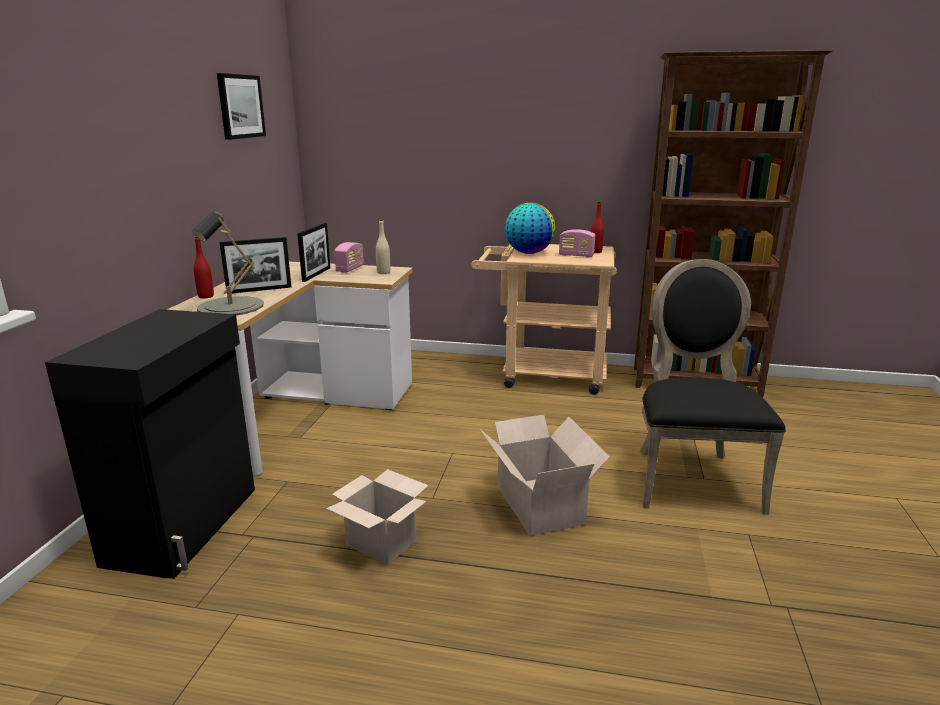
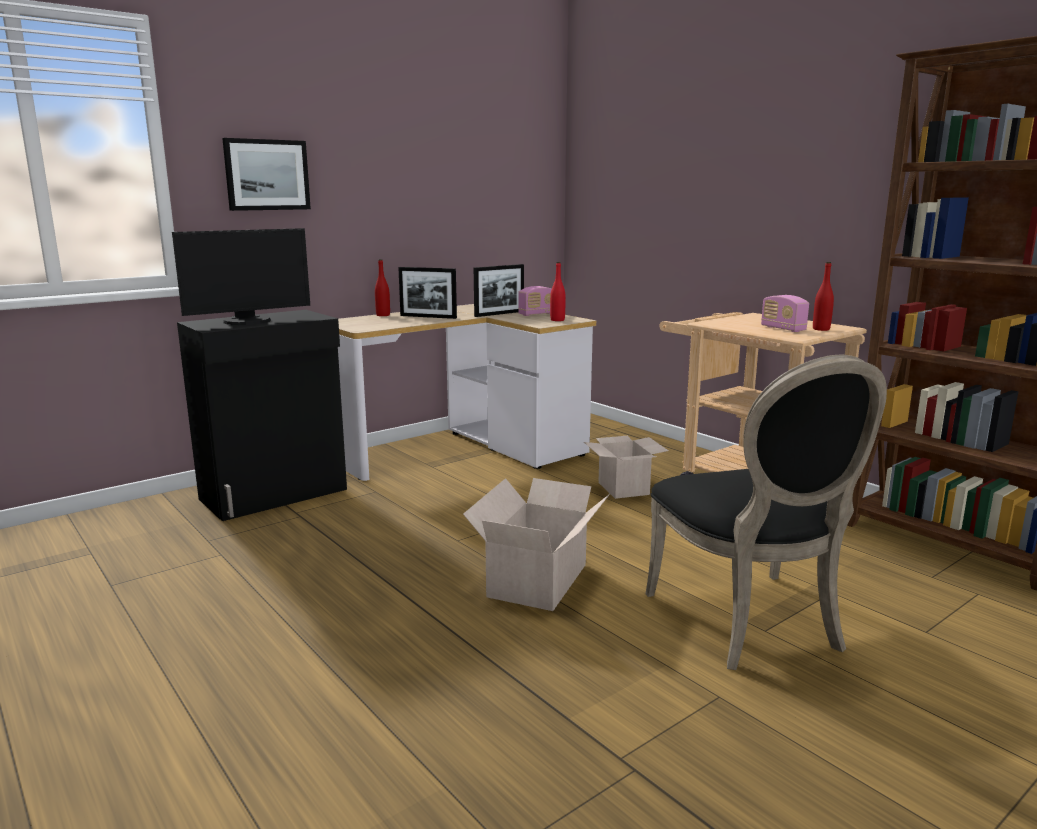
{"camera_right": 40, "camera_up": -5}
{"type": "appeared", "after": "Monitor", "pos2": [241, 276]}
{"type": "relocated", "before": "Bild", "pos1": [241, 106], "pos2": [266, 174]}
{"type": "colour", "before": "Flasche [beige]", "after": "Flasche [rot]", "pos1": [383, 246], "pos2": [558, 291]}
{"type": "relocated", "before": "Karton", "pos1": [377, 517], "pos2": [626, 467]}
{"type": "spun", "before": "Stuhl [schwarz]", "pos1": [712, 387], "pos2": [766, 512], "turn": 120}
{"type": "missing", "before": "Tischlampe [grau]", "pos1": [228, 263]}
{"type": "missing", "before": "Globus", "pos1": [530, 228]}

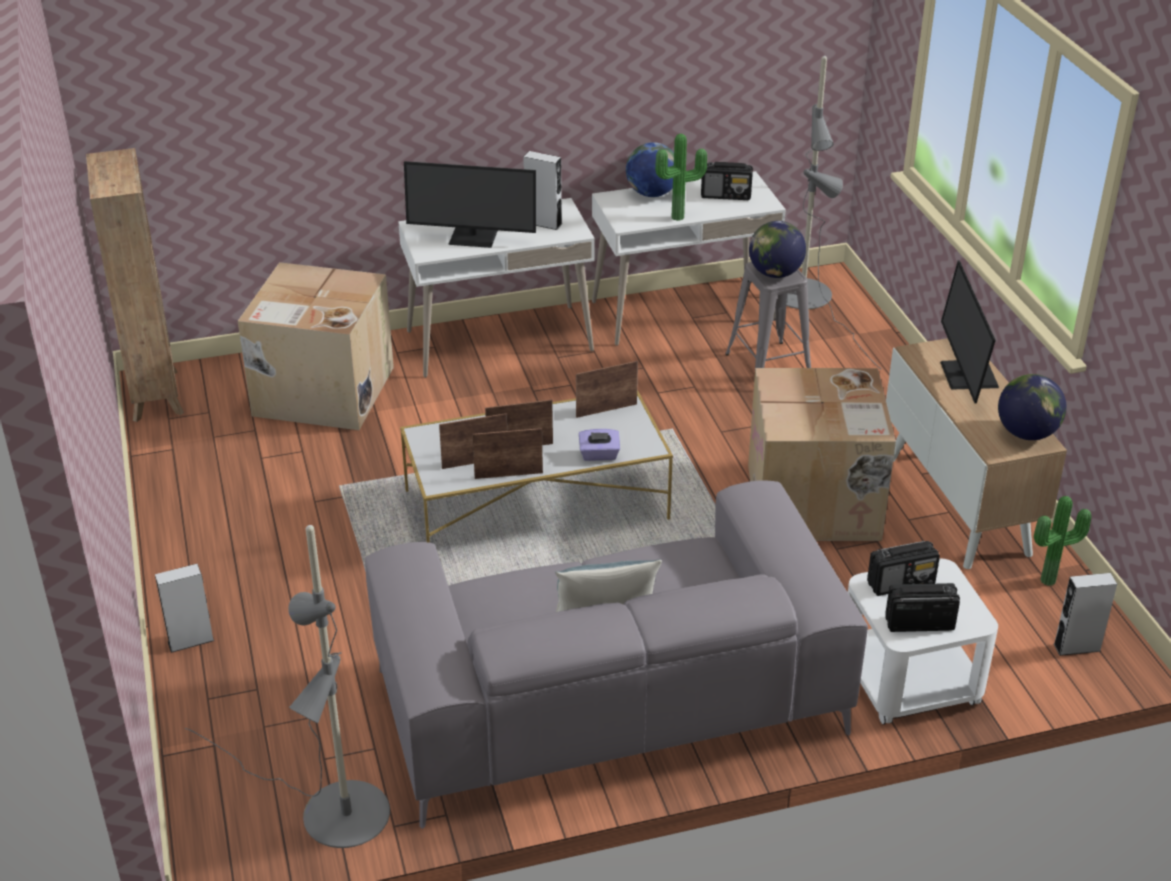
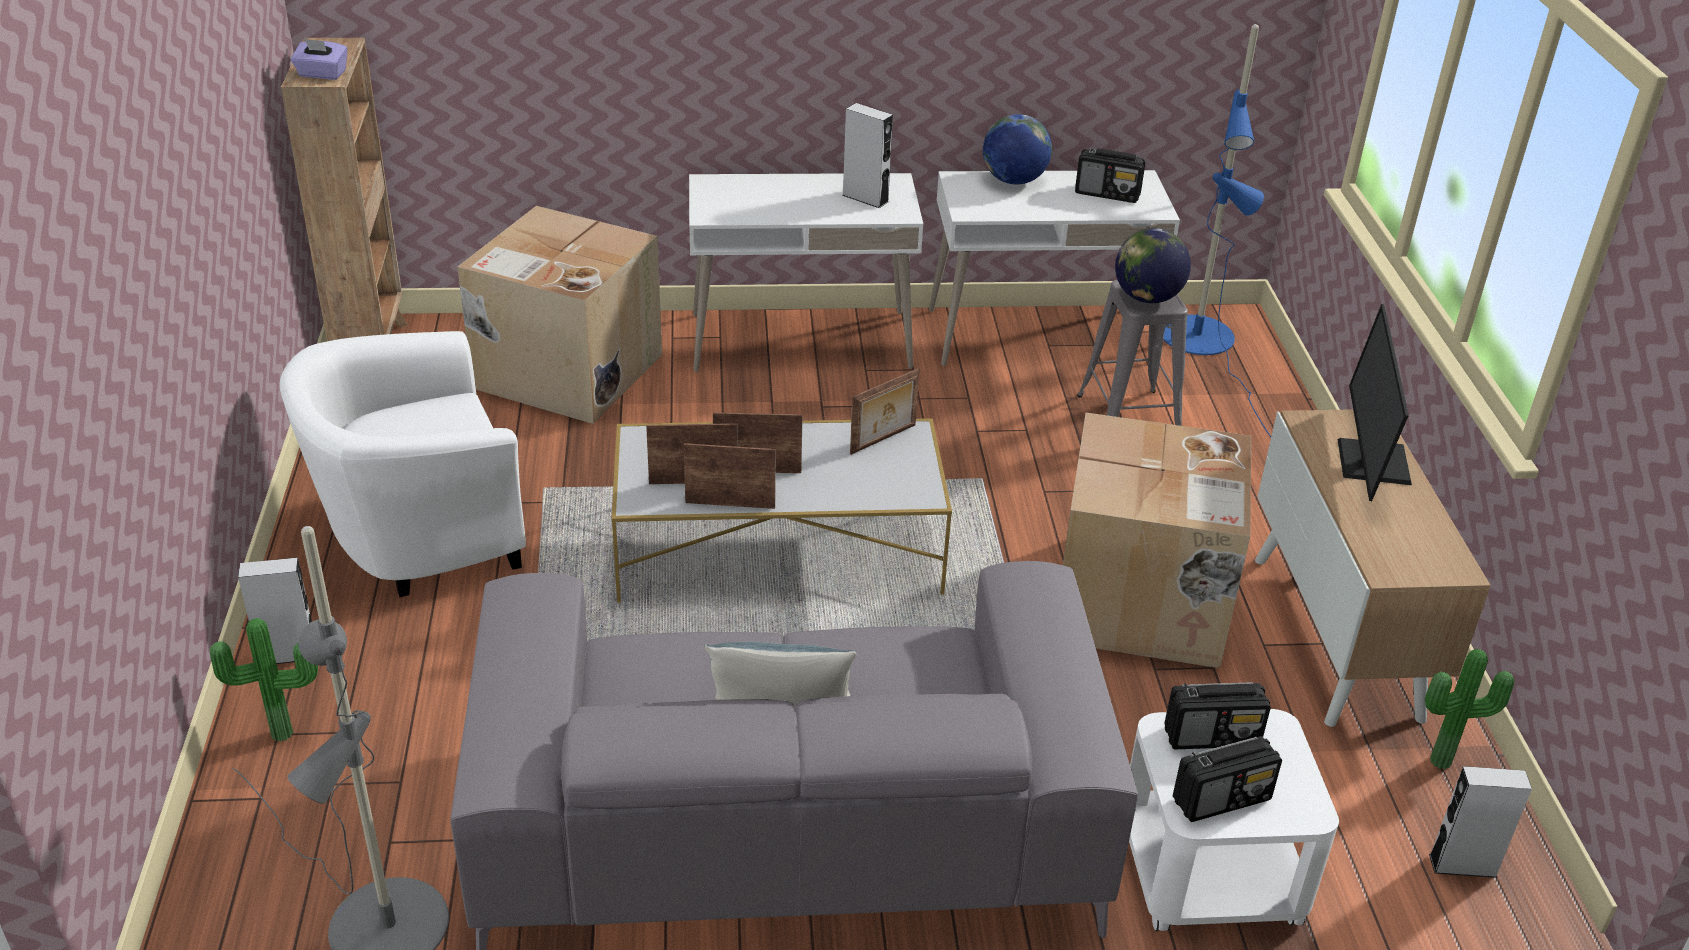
{"camera_right": 10, "camera_up": 0}
{"type": "relocated", "before": "Topfpflanze", "pos1": [681, 177], "pos2": [264, 680]}
{"type": "appeared", "after": "Sessel [weiß]", "pos2": [403, 464]}
{"type": "relocated", "before": "Taschentuchbox [lila]", "pos1": [599, 445], "pos2": [319, 59]}
{"type": "spun", "before": "Bilderrahmen", "pos1": [607, 389], "pos2": [884, 411], "turn": 150}
{"type": "colour", "before": "Stehlampe [grau]", "after": "Stehlampe [blau]", "pos1": [834, 213], "pos2": [1217, 230]}
{"type": "spun", "before": "Radio", "pos1": [922, 607], "pos2": [1227, 779], "turn": 150}
{"type": "missing", "before": "Monitor", "pos1": [470, 204]}
{"type": "missing", "before": "Globus", "pos1": [1032, 407]}

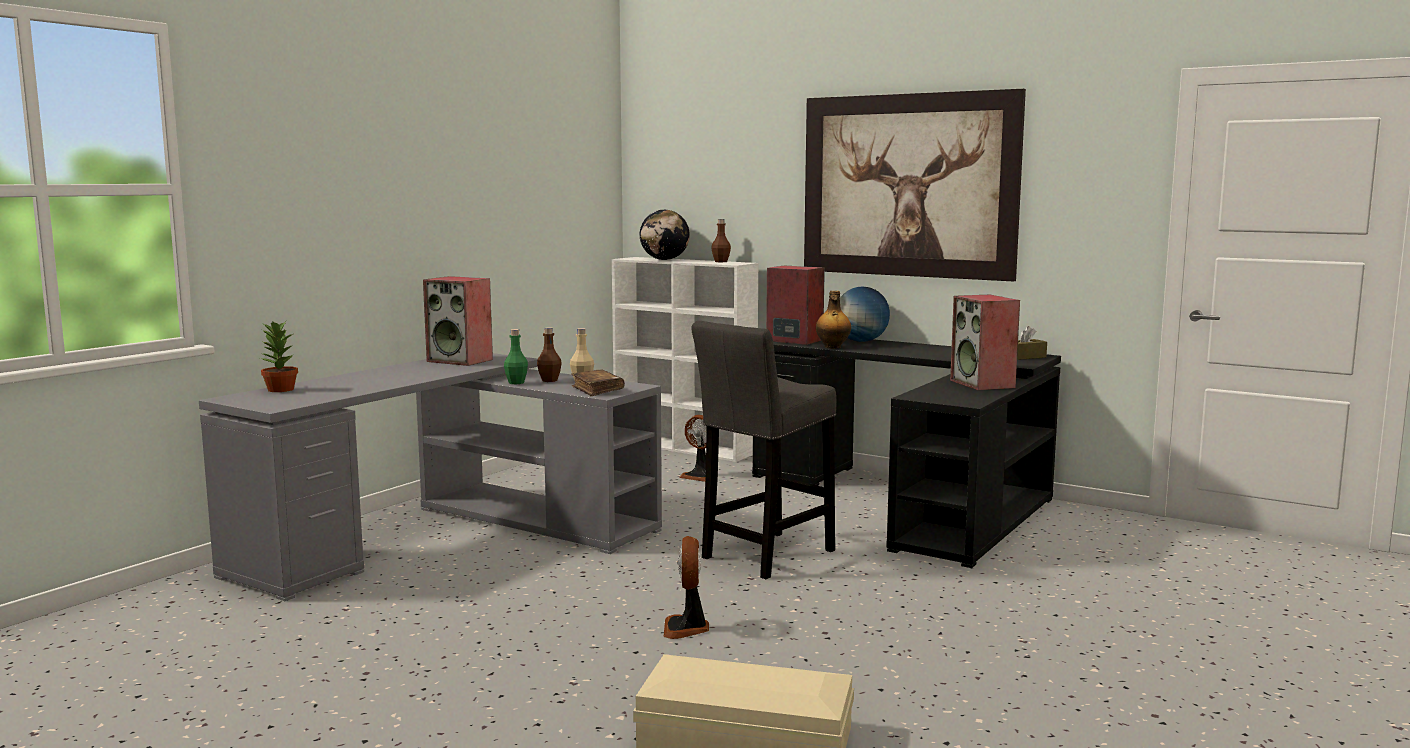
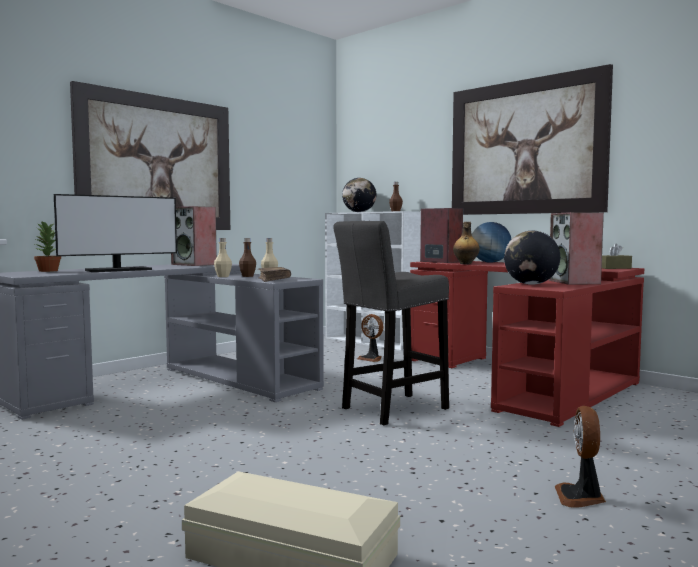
{"camera_right": 10, "camera_up": -5}
{"type": "appeared", "after": "Monitor", "pos2": [115, 233]}
{"type": "appeared", "after": "Bild", "pos2": [150, 155]}
{"type": "colour", "before": "Flasche [grün]", "after": "Flasche [beige]", "pos1": [516, 356], "pos2": [223, 257]}
{"type": "colour", "before": "Schreibtisch [schwarz]", "after": "Schreibtisch [rot]", "pos1": [906, 453], "pos2": [527, 344]}
{"type": "appeared", "after": "Globus", "pos2": [532, 258]}
{"type": "relocated", "before": "Ventilator", "pos1": [686, 587], "pos2": [580, 457]}

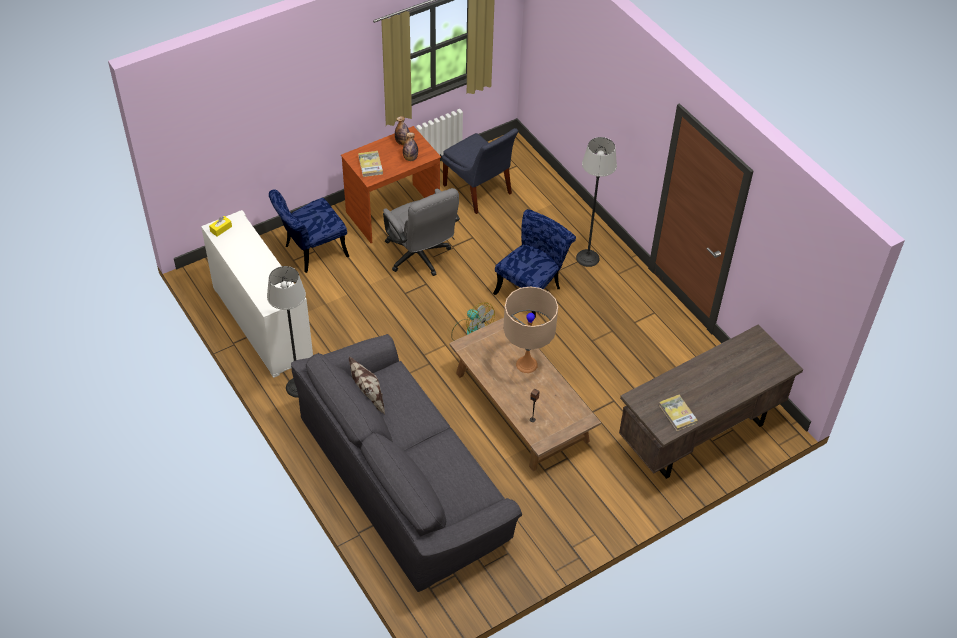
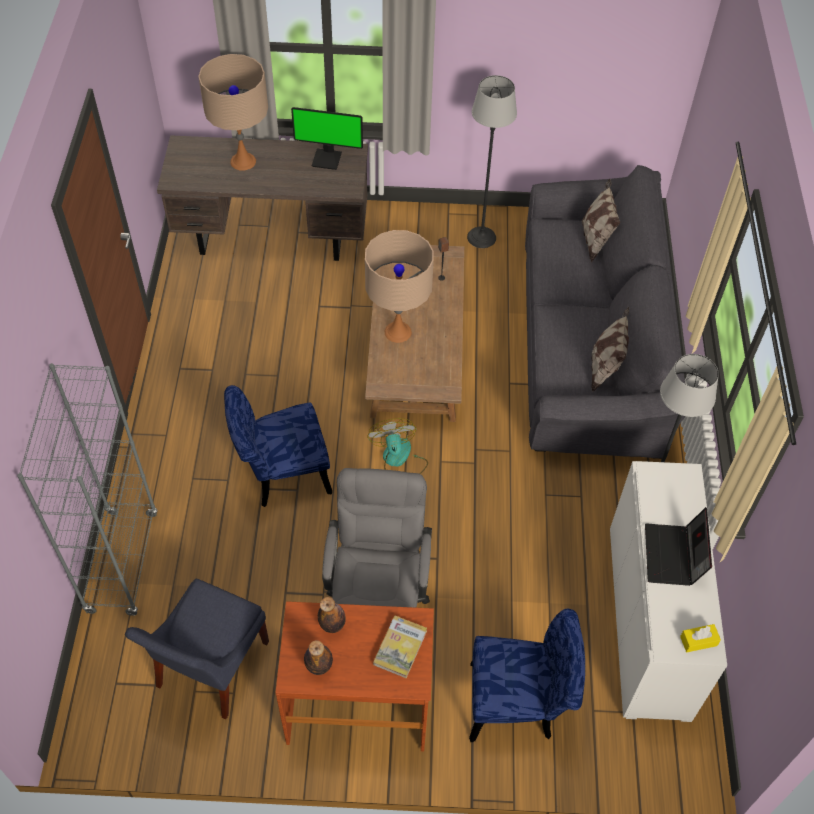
{"camera_right": -145, "camera_up": 5}
{"type": "appeared", "after": "Bücherregal [grau]", "pos2": [87, 489]}
{"type": "spun", "before": "Stuhl [blau]", "pos1": [480, 171], "pos2": [197, 649], "turn": -150}
{"type": "appeared", "after": "Tischlampe [beige]", "pos2": [233, 112]}
{"type": "exchanged", "before": "Buch", "after": "Monitor", "pos1": [678, 413], "pos2": [327, 138]}
{"type": "relocated", "before": "Stehlampe", "pos1": [596, 202], "pos2": [492, 161]}
{"type": "appeared", "after": "Kissen", "pos2": [601, 220]}
{"type": "appeared", "after": "Laptop", "pos2": [678, 546]}

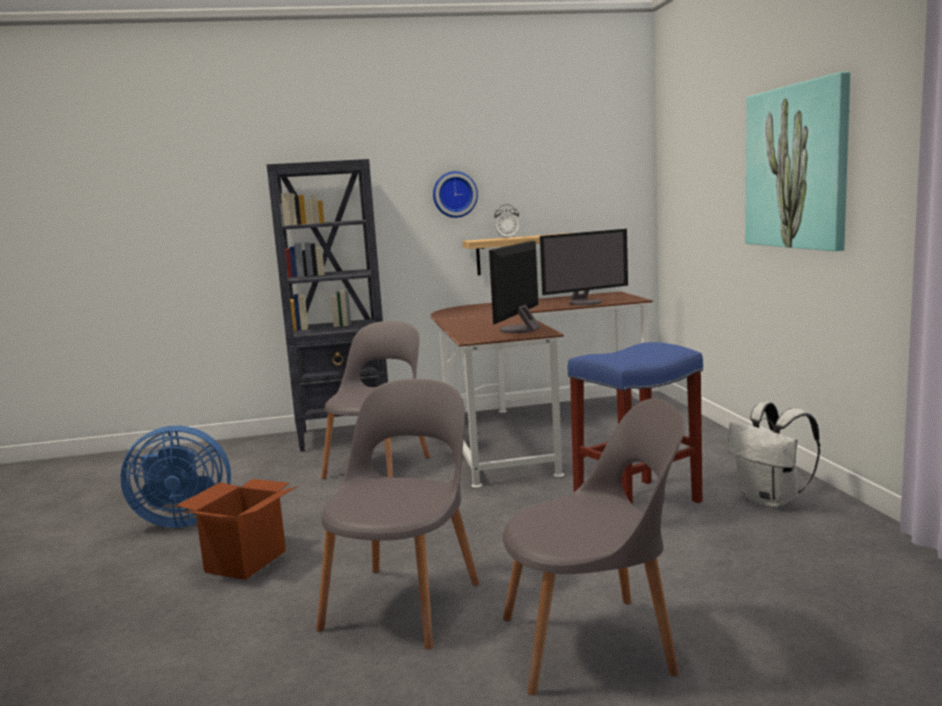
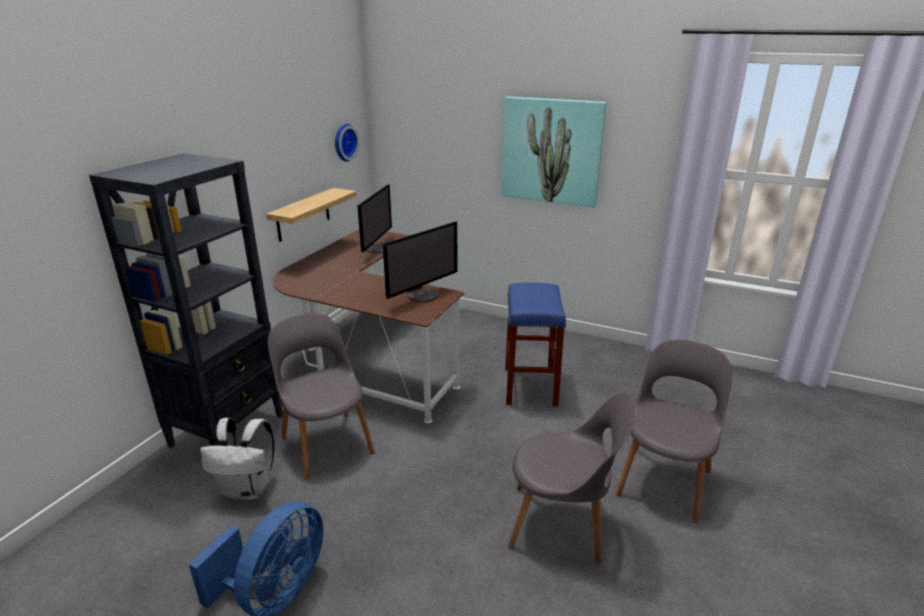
{"camera_right": -55, "camera_up": 15}
{"type": "relocated", "before": "Rucksack [weiß]", "pos1": [773, 455], "pos2": [237, 459]}
{"type": "relocated", "before": "Wanduhr", "pos1": [455, 194], "pos2": [347, 143]}
{"type": "spun", "before": "Monitor", "pos1": [514, 287], "pos2": [420, 262], "turn": -105}
{"type": "spun", "before": "Stuhl [grau]", "pos1": [397, 514], "pos2": [571, 477], "turn": 135}
{"type": "missing", "before": "Karton", "pos1": [236, 529]}
{"type": "missing", "before": "Wecker", "pos1": [506, 221]}

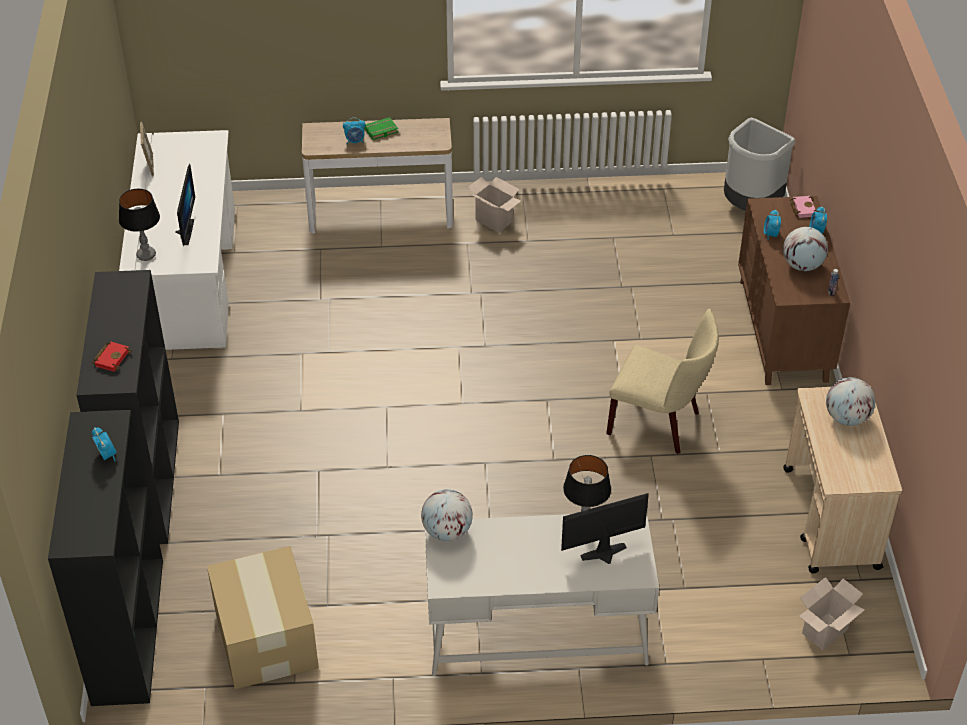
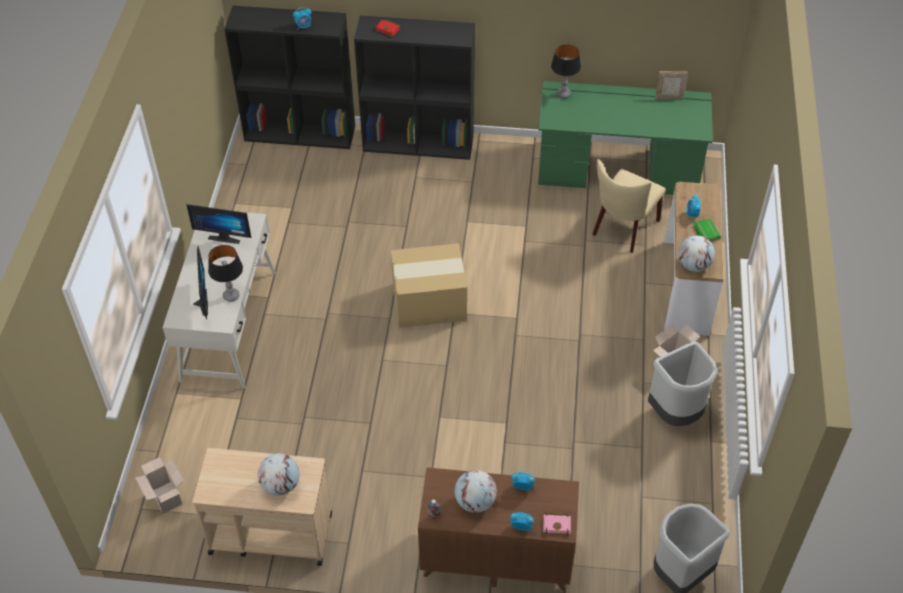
{"camera_right": 100, "camera_up": 5}
{"type": "relocated", "before": "Monitor", "pos1": [185, 205], "pos2": [218, 224]}
{"type": "relocated", "before": "Karton", "pos1": [263, 618], "pos2": [429, 285]}
{"type": "colour", "before": "Schreibtisch [weiß]", "after": "Schreibtisch [grün]", "pos1": [177, 240], "pos2": [625, 138]}
{"type": "relocated", "before": "Stuhl [beige]", "pos1": [662, 381], "pos2": [629, 206]}
{"type": "appeared", "after": "Mülleimer [grau]", "pos2": [682, 383]}
{"type": "relocated", "before": "Globus", "pos1": [447, 515], "pos2": [696, 253]}

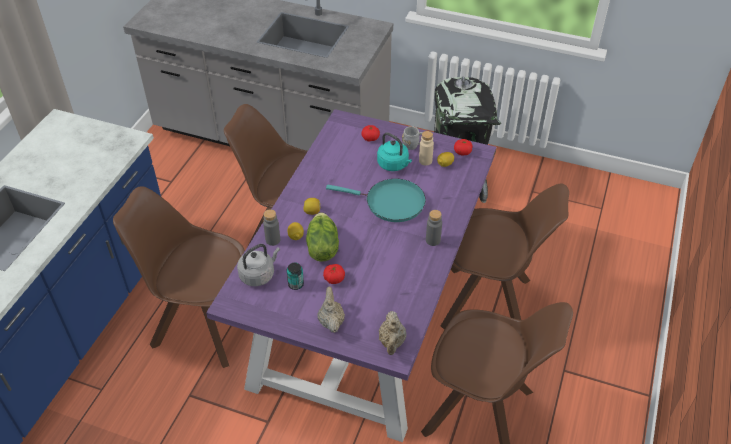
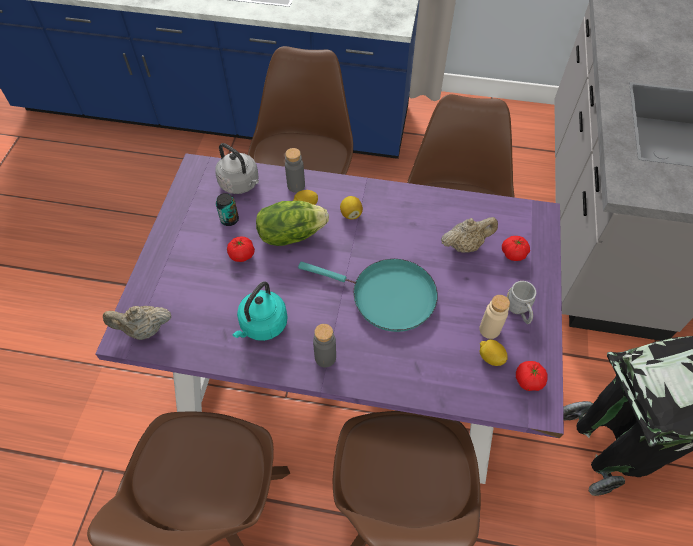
{"camera_right": 80, "camera_up": 10}
{"type": "relocated", "before": "Wasserkessel [türkis]", "pos1": [394, 151], "pos2": [260, 311]}
{"type": "spun", "before": "Pfanne [türkis]", "pos1": [376, 200], "pos2": [368, 295], "turn": -75}
{"type": "relocated", "before": "Teekanne [beige]", "pos1": [331, 309], "pos2": [469, 235]}

